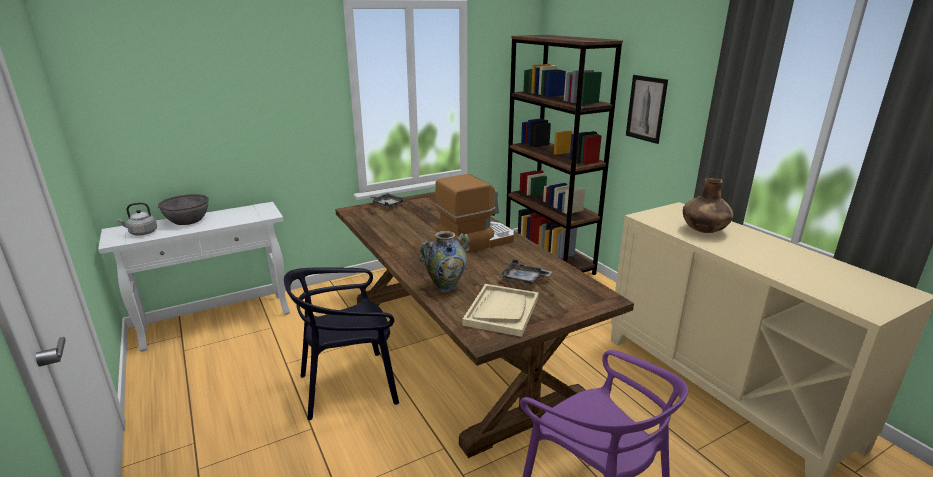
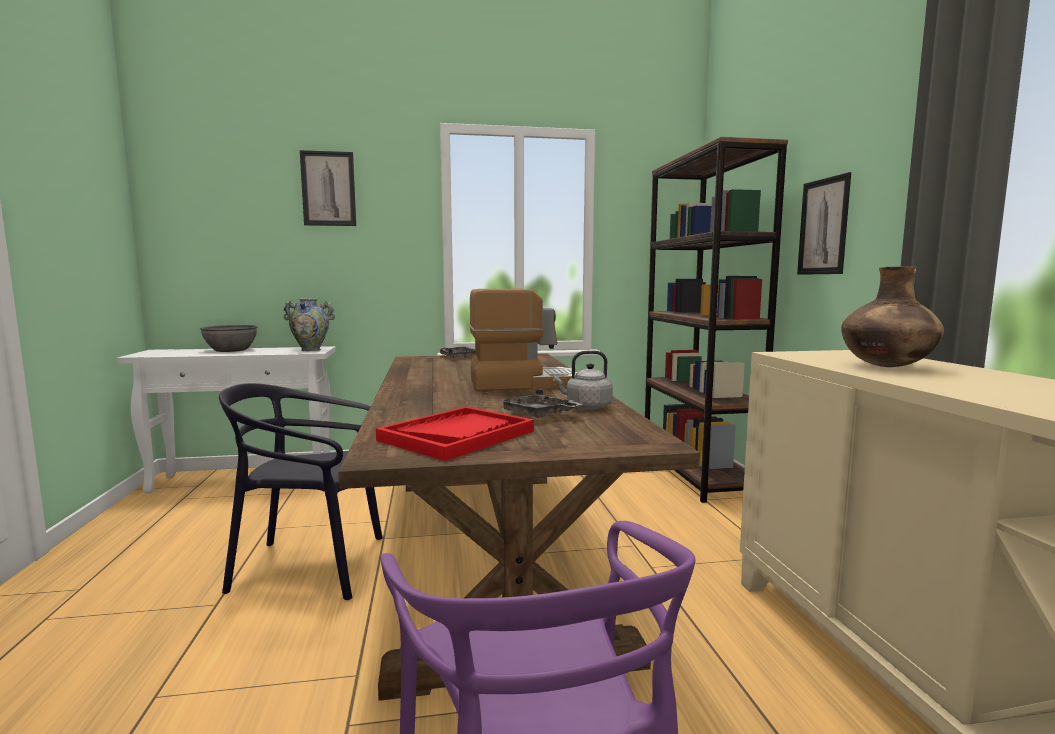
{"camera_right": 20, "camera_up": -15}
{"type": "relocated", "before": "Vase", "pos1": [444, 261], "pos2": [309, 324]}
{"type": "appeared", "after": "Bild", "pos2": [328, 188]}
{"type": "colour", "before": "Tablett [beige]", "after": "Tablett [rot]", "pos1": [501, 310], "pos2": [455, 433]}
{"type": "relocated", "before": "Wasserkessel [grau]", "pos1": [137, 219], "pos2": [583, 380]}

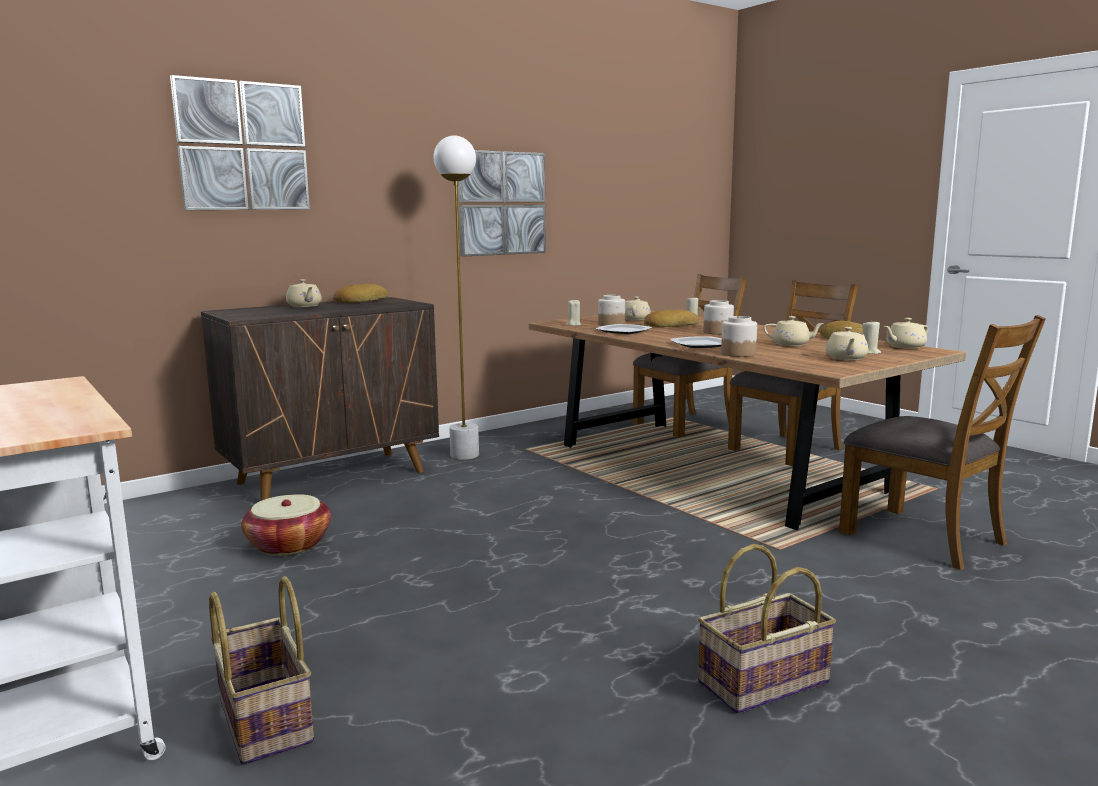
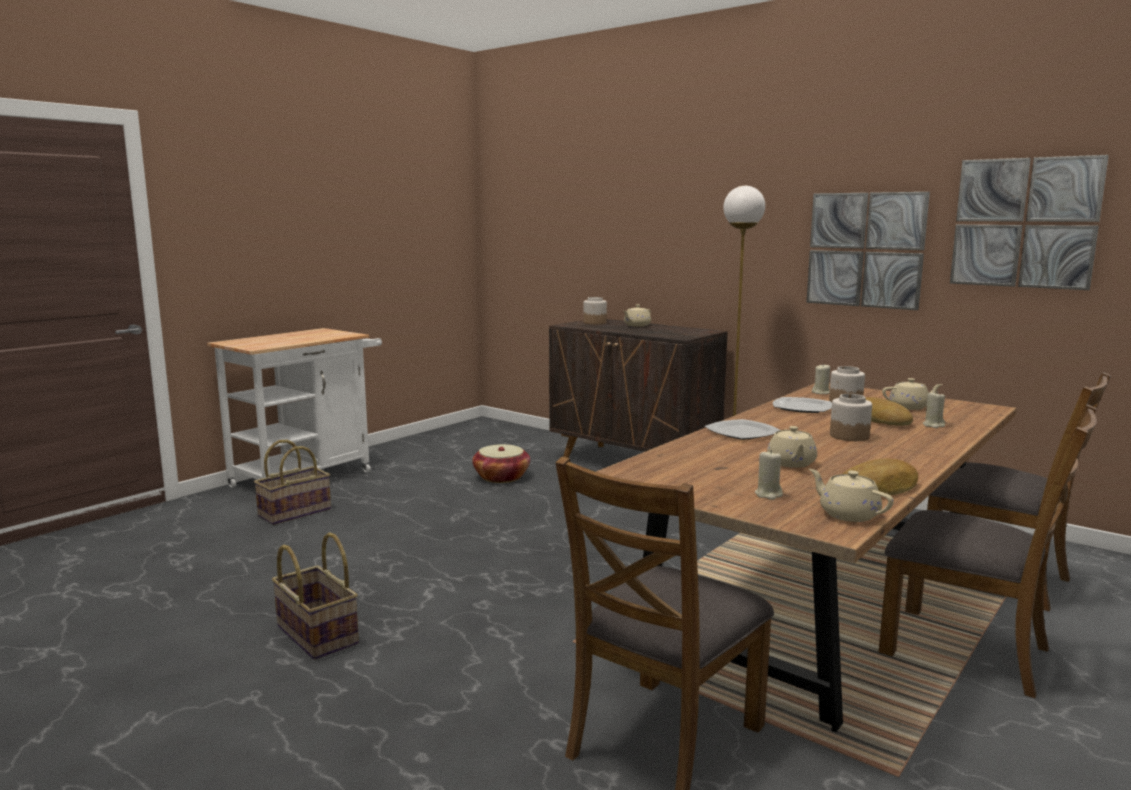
{"camera_right": 75, "camera_up": 0}
{"type": "relocated", "before": "Vorratsglas", "pos1": [739, 336], "pos2": [595, 311]}
{"type": "relocated", "before": "Bild", "pos1": [240, 142], "pos2": [1029, 222]}
{"type": "missing", "before": "Brot", "pos1": [361, 293]}
{"type": "missing", "before": "Teekanne [beige]", "pos1": [847, 343]}

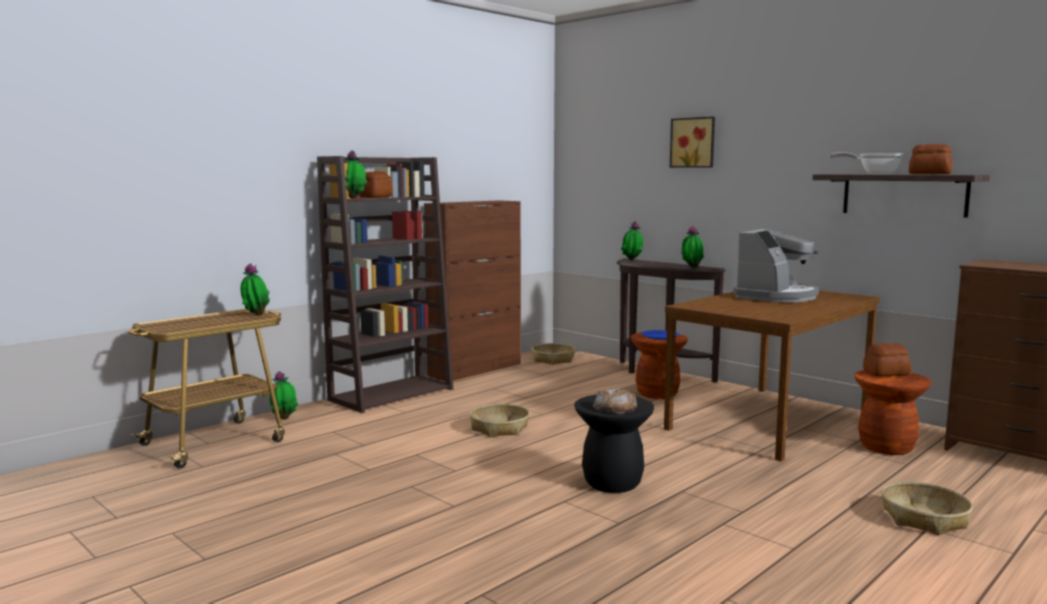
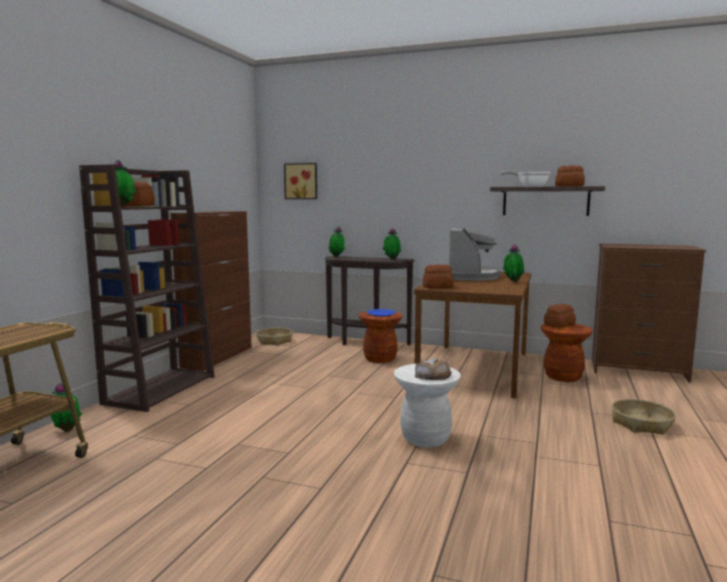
{"camera_right": -25, "camera_up": 0}
{"type": "relocated", "before": "Bild", "pos1": [692, 142], "pos2": [300, 181]}
{"type": "colour", "before": "Hocker [schwarz]", "after": "Hocker [weiß]", "pos1": [614, 443], "pos2": [427, 405]}
{"type": "appeared", "after": "Brot", "pos2": [438, 276]}
{"type": "relocated", "before": "Topfpflanze", "pos1": [255, 289], "pos2": [514, 263]}
{"type": "missing", "before": "Korb", "pos1": [499, 420]}

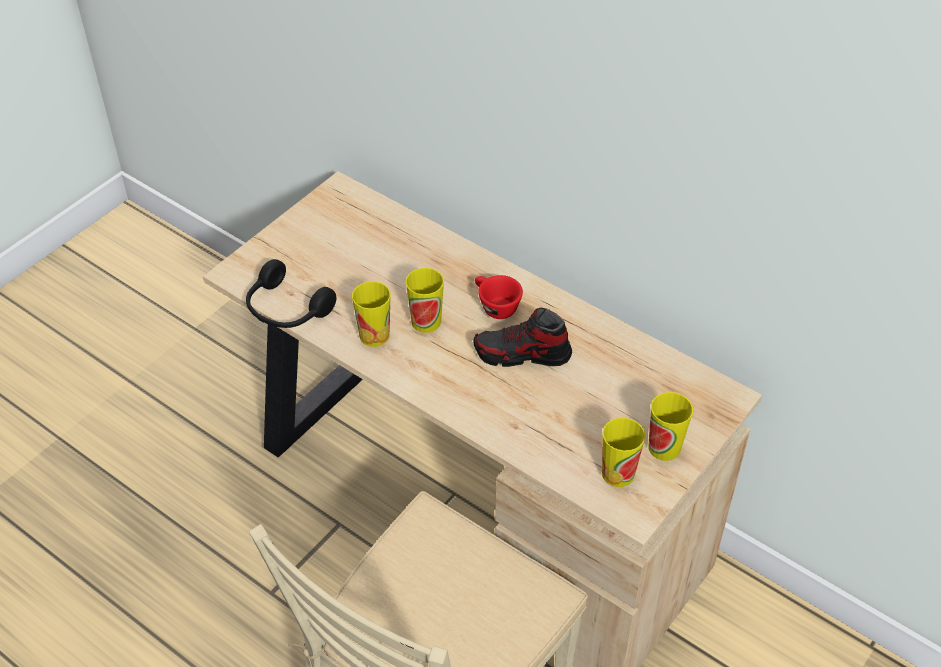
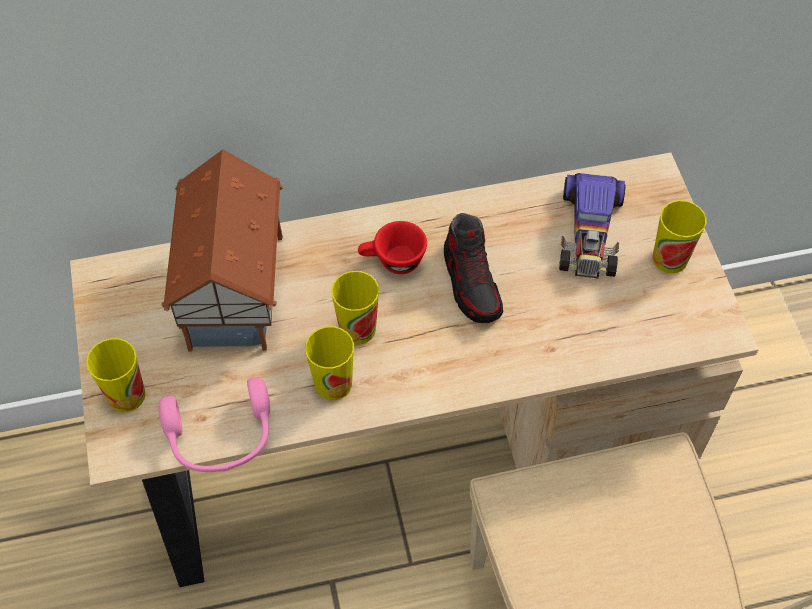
{"camera_right": -50, "camera_up": 10}
{"type": "relocated", "before": "Tasse", "pos1": [624, 452], "pos2": [115, 375]}
{"type": "colour", "before": "Kopfhörer [schwarz]", "after": "Kopfhörer [rosa]", "pos1": [291, 293], "pos2": [214, 424]}
{"type": "appeared", "after": "Spielzeughaus", "pos2": [222, 250]}
{"type": "spun", "before": "Schuh", "pos1": [522, 337], "pos2": [473, 268], "turn": -60}
{"type": "appeared", "after": "Spielzeugauto", "pos2": [592, 226]}

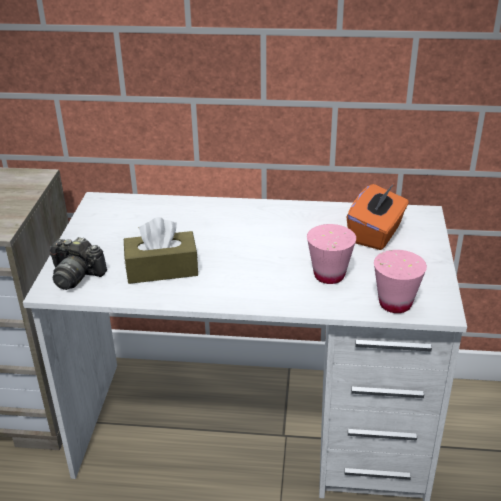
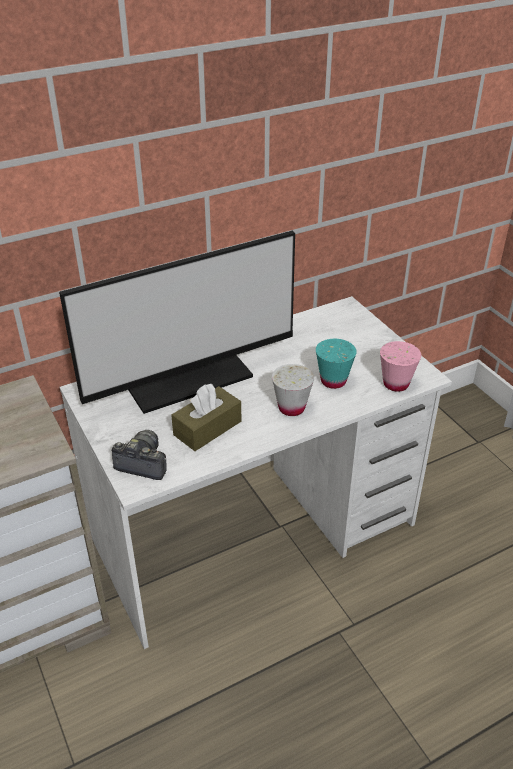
{"camera_right": -35, "camera_up": 5}
{"type": "appeared", "after": "Monitor", "pos2": [177, 322]}
{"type": "spun", "before": "Kamera", "pos1": [78, 263], "pos2": [139, 455], "turn": -150}
{"type": "appeared", "after": "Tasse [weiß]", "pos2": [293, 390]}
{"type": "colour", "before": "Tasse [rosa]", "after": "Tasse [türkis]", "pos1": [331, 254], "pos2": [336, 364]}
{"type": "missing", "before": "Taschentuchbox [orange]", "pos1": [378, 217]}

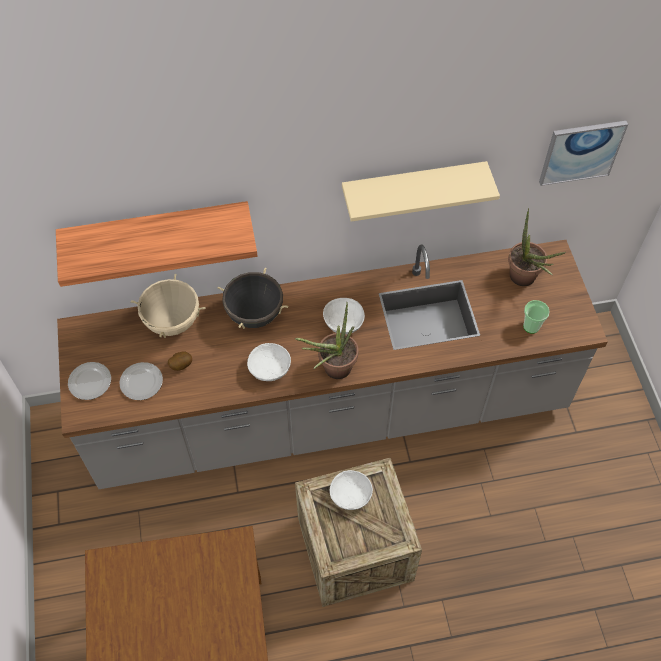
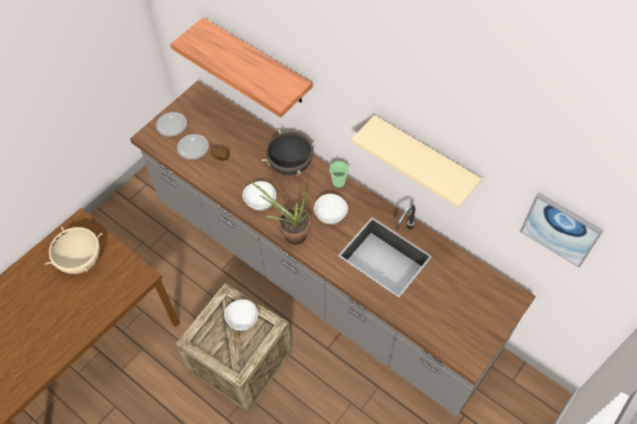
{"camera_right": 50, "camera_up": 0}
{"type": "relocated", "before": "Kochtopf [beige]", "pos1": [168, 306], "pos2": [73, 250]}
{"type": "relocated", "before": "Tasse", "pos1": [536, 317], "pos2": [339, 174]}
{"type": "missing", "before": "Topfpflanze", "pos1": [537, 247]}

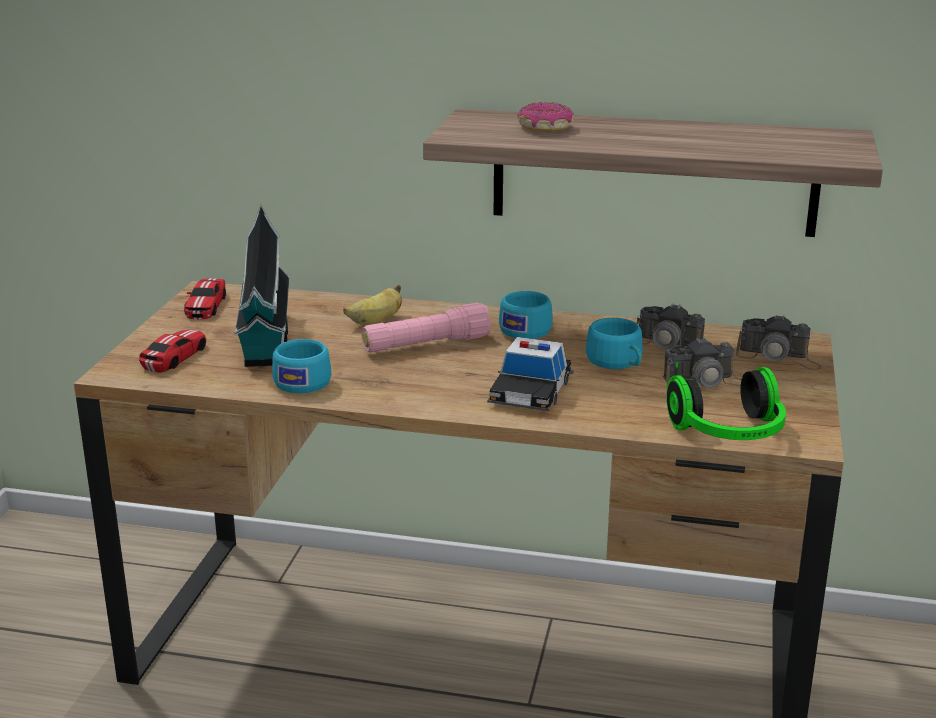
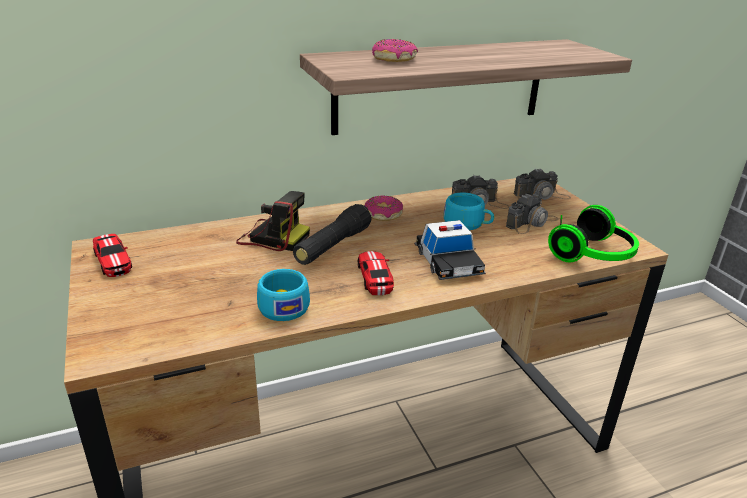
{"camera_right": -35, "camera_up": 5}
{"type": "exchanged", "before": "Banane", "after": "Kamera", "pos1": [372, 304], "pos2": [273, 221]}
{"type": "colour", "before": "Taschenlampe [rosa]", "after": "Taschenlampe [schwarz]", "pos1": [427, 327], "pos2": [332, 234]}
{"type": "relocated", "before": "Spielzeugauto", "pos1": [172, 351], "pos2": [376, 273]}
{"type": "exchanged", "before": "Tasse [türkis]", "after": "Donut", "pos1": [526, 315], "pos2": [383, 208]}
{"type": "missing", "before": "Spielzeughaus", "pos1": [262, 285]}

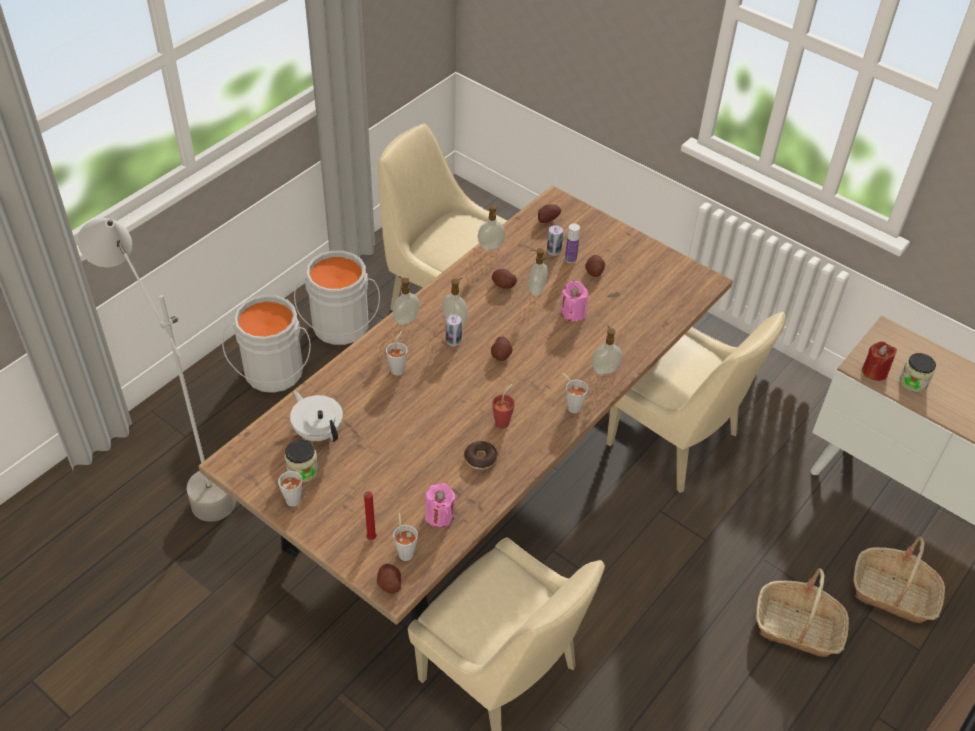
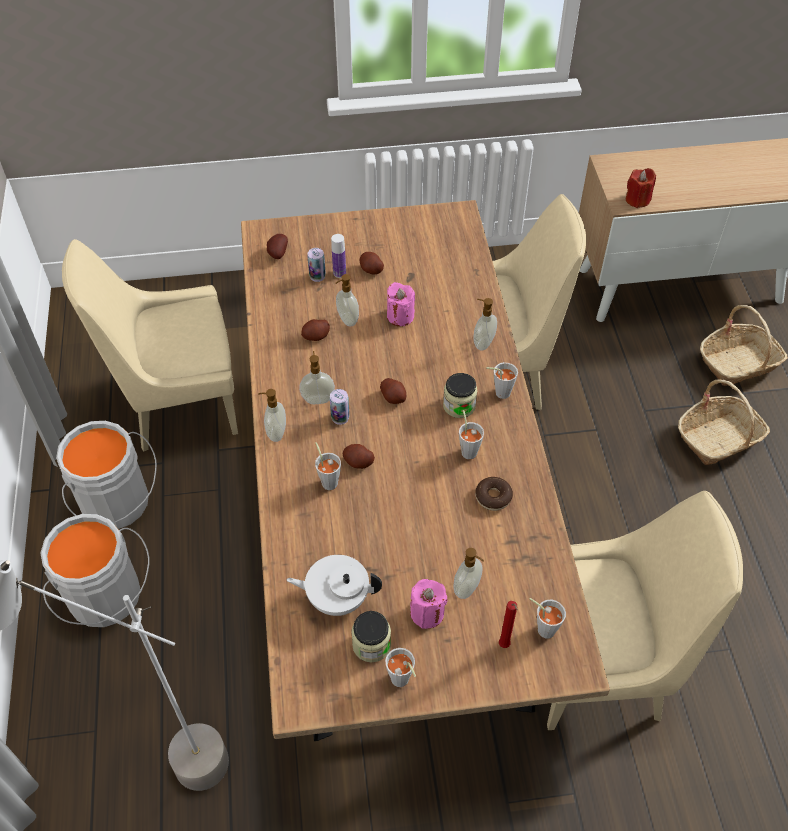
{"camera_right": -45, "camera_up": 5}
{"type": "relocated", "before": "Kartoffel", "pos1": [389, 578], "pos2": [359, 456]}
{"type": "relocated", "before": "Kerze [rosa]", "pos1": [440, 505], "pos2": [429, 604]}
{"type": "relocated", "before": "Vorratsglas", "pos1": [917, 372], "pos2": [460, 395]}
{"type": "relocated", "before": "Seifenspender", "pos1": [492, 227], "pos2": [468, 573]}
{"type": "colour", "before": "Tasse [rot]", "after": "Tasse [grau]", "pos1": [503, 406], "pos2": [471, 434]}

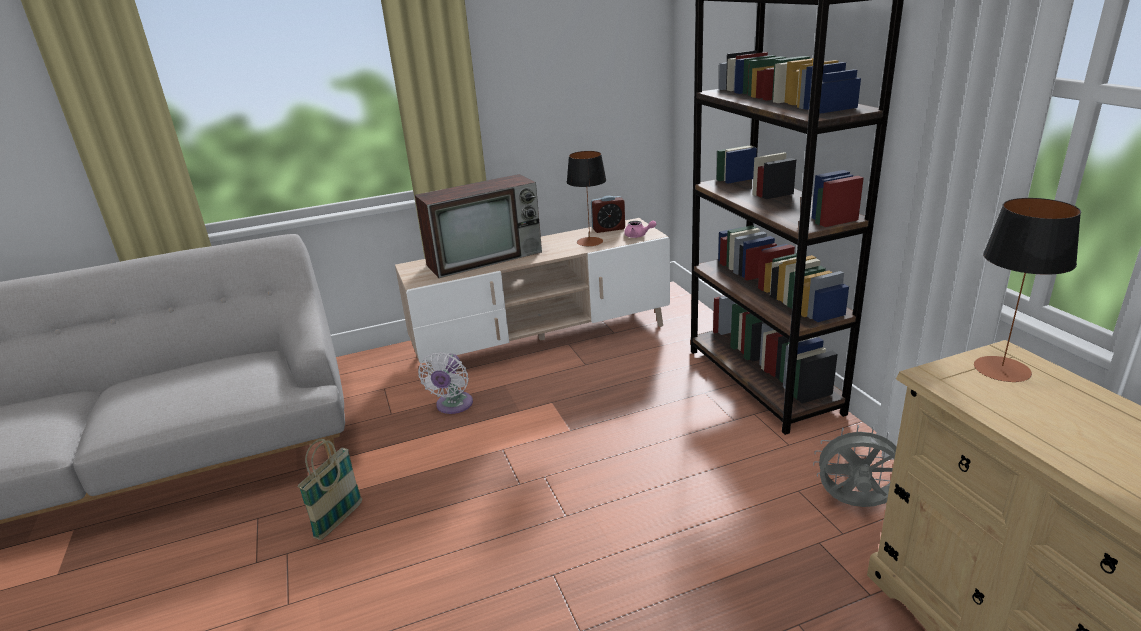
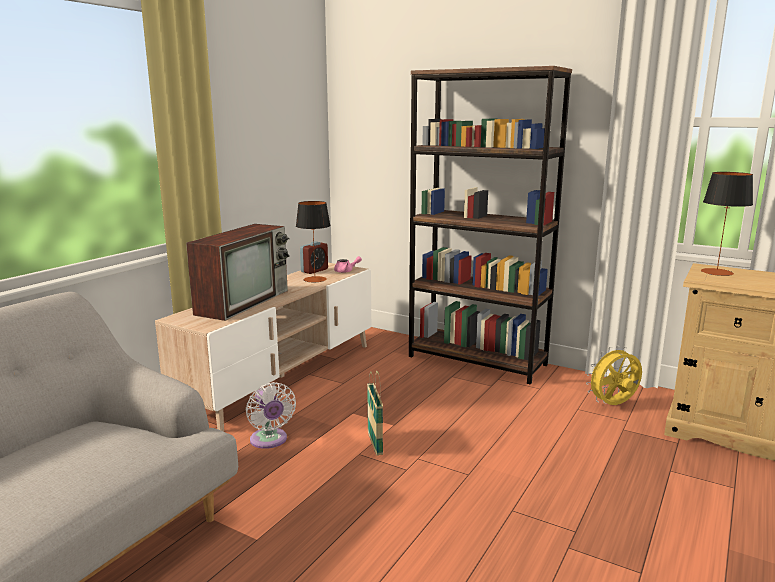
{"camera_right": -40, "camera_up": -10}
{"type": "relocated", "before": "Korb", "pos1": [329, 489], "pos2": [375, 413]}
{"type": "colour", "before": "Ventilator [grau]", "after": "Ventilator [gelb]", "pos1": [855, 466], "pos2": [614, 375]}

